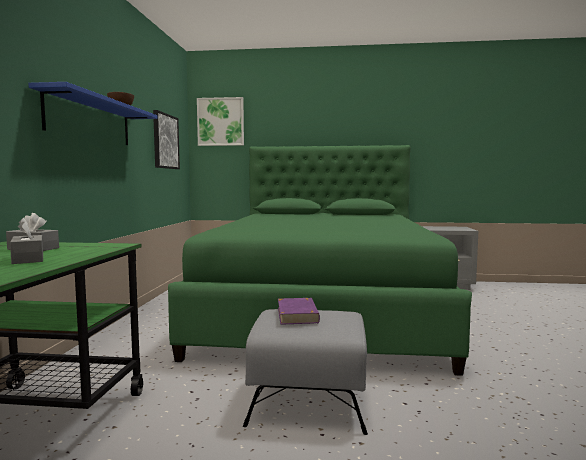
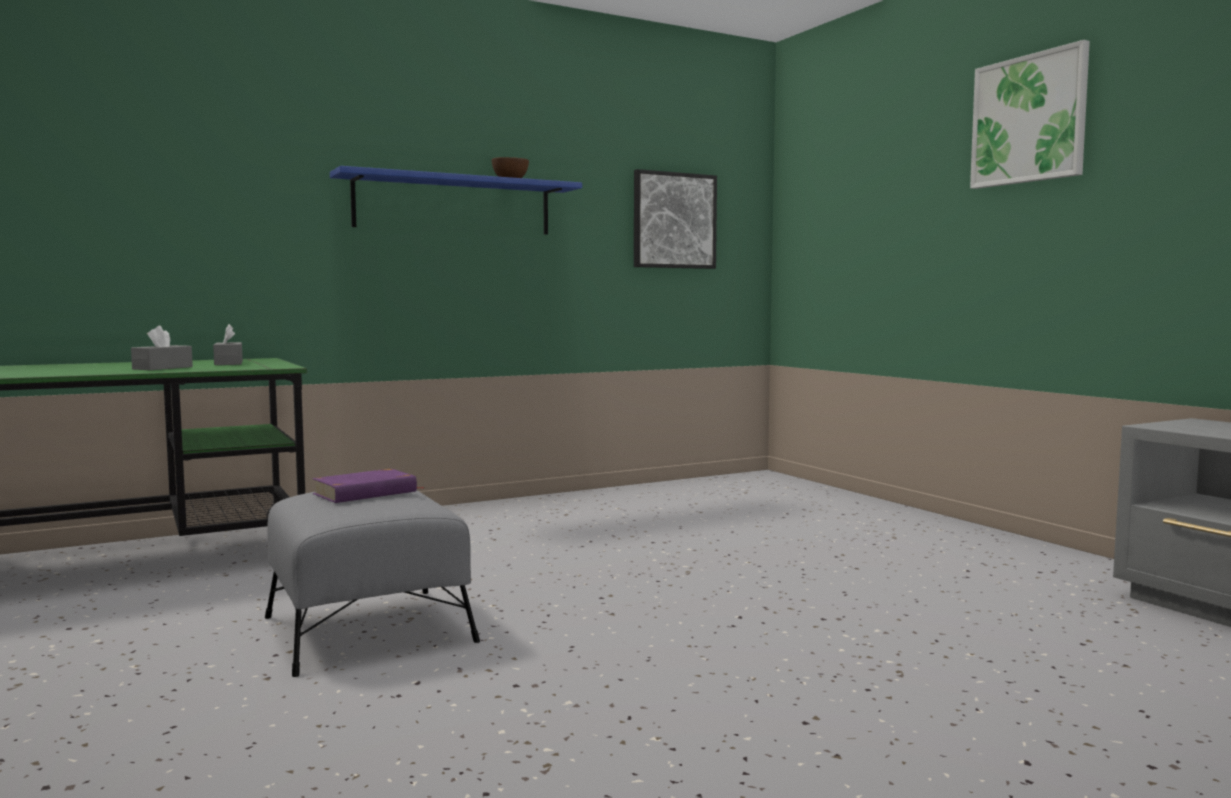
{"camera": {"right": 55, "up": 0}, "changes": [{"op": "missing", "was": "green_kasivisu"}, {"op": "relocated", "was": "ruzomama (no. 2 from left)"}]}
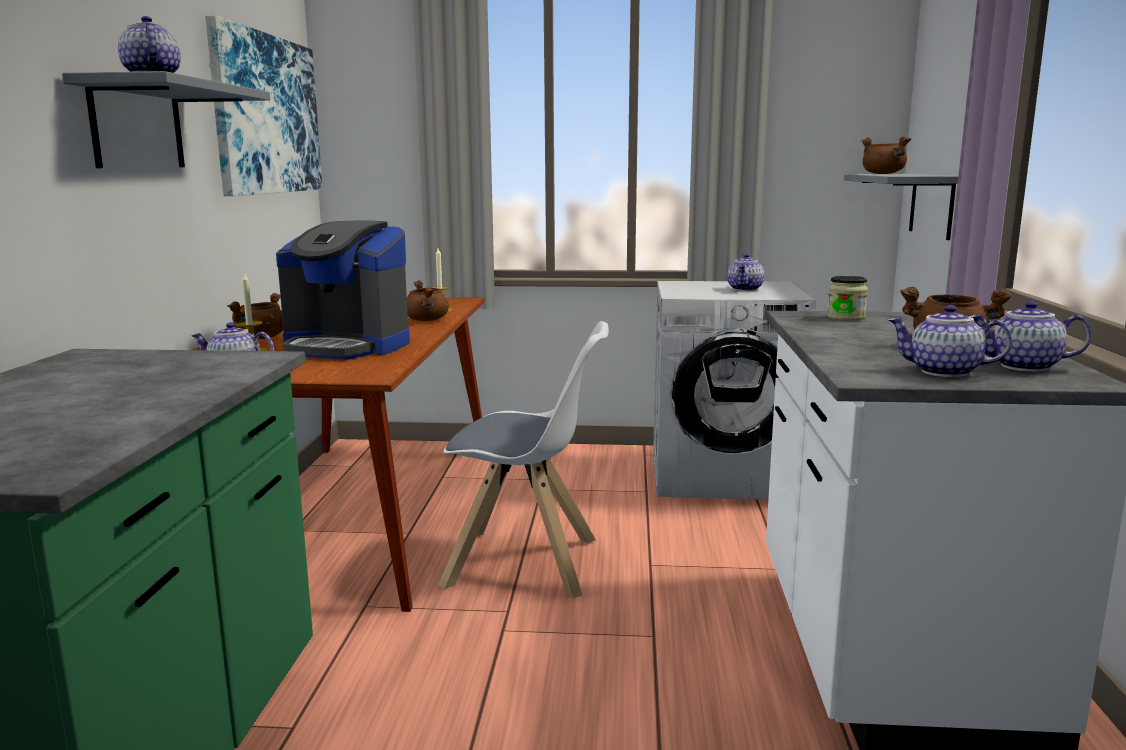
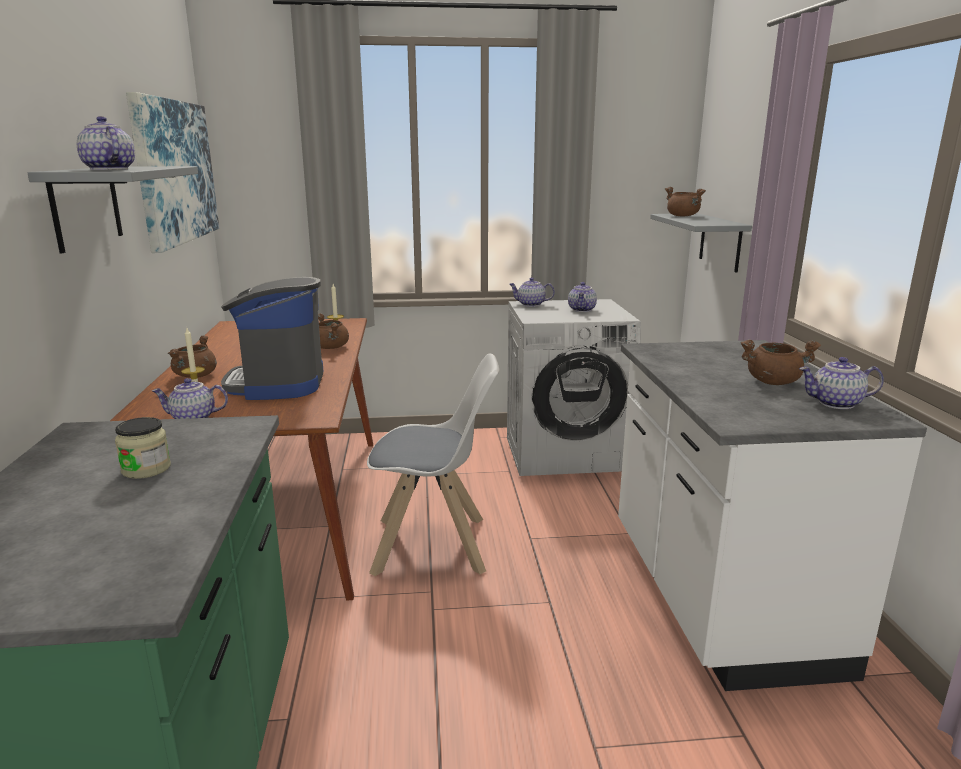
{"camera": {"right": -10, "up": 5}, "changes": [{"op": "spun", "was": "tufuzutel", "clockwise": 75}, {"op": "relocated", "was": "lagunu"}, {"op": "relocated", "was": "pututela (no. 4 from left in the first image)", "now": "pututela (no. 3 from left)"}]}
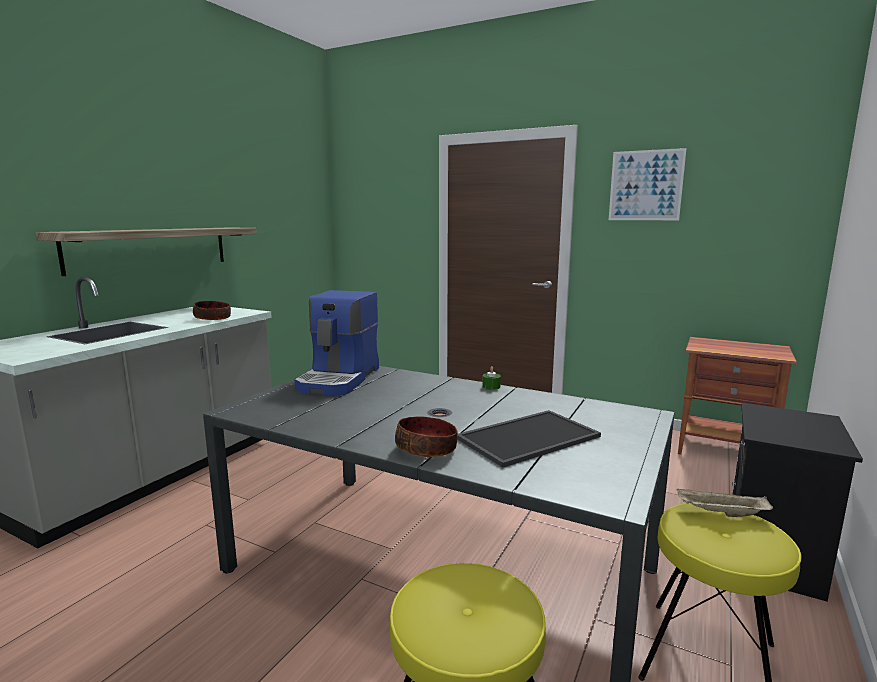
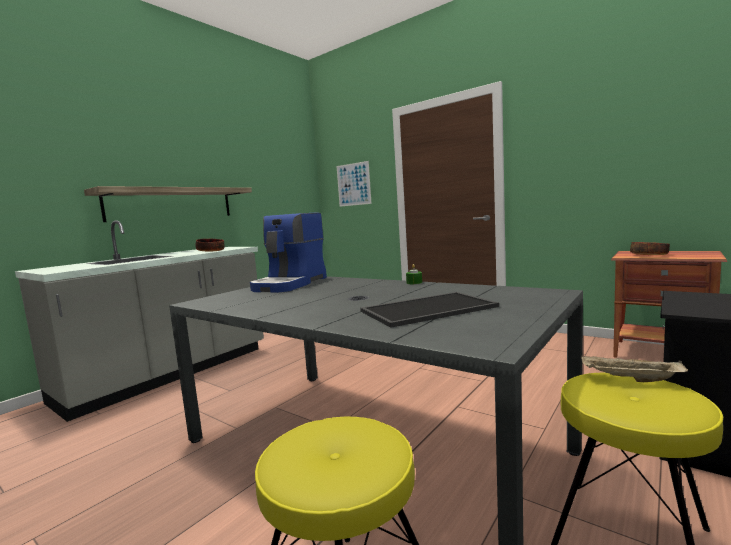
{"camera": {"right": 10, "up": -5}, "changes": [{"op": "relocated", "was": "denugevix (no. 2 from left)"}, {"op": "relocated", "was": "ruzomama"}]}
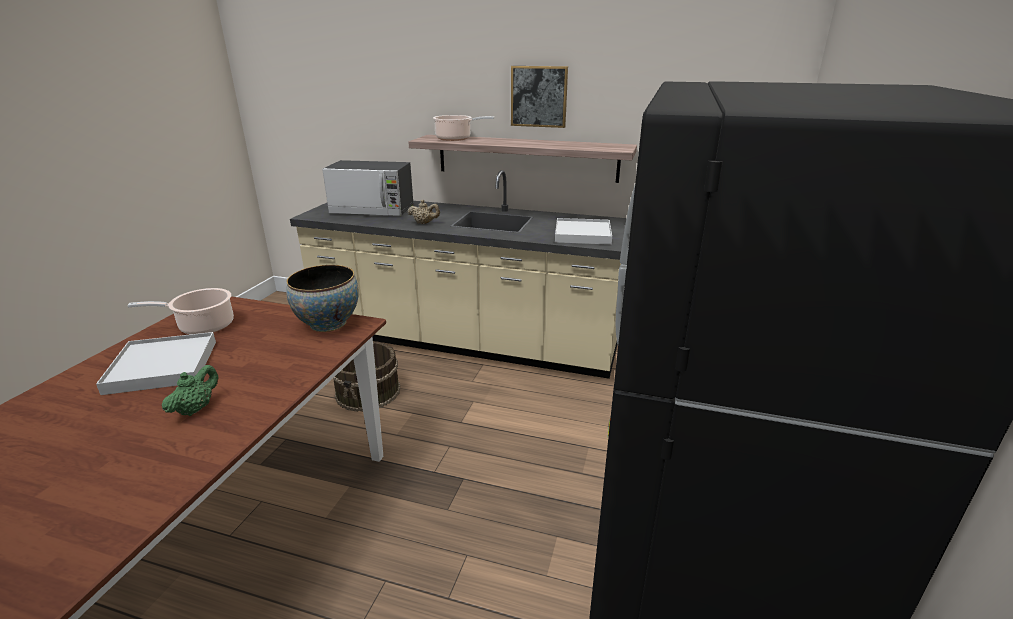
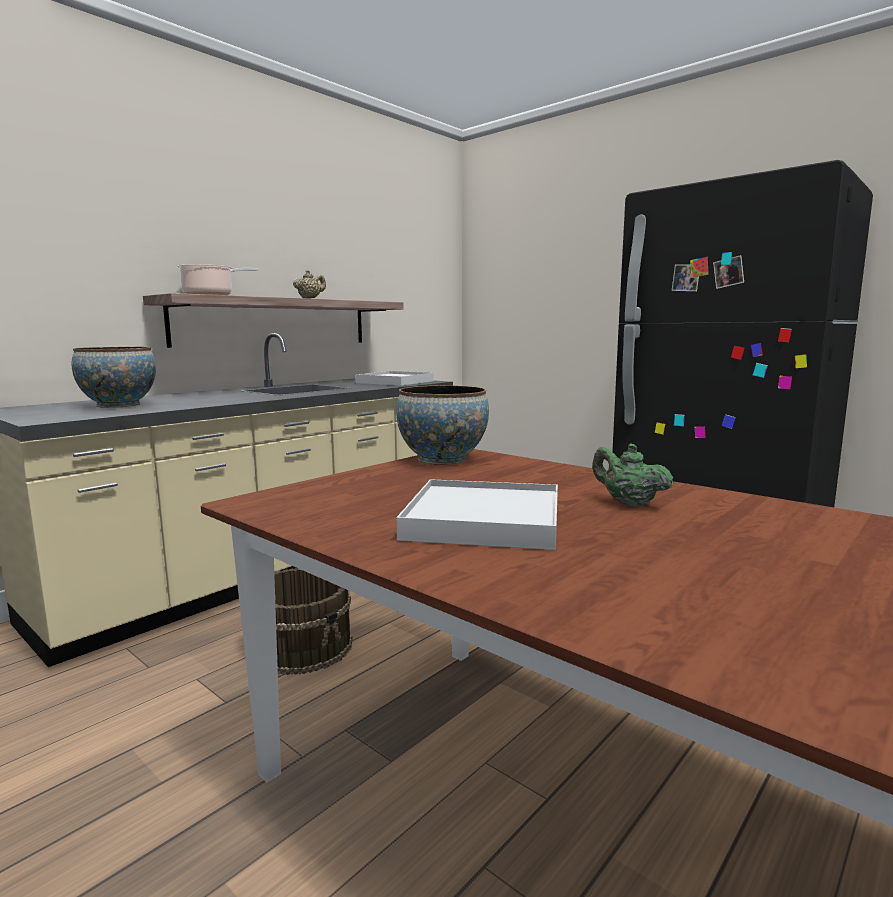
{"camera": {"right": -65, "up": -15}, "changes": [{"op": "missing", "was": "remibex (no. 1 from left)"}, {"op": "exchanged", "was": "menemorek", "now": "denugevix (no. 1 from left)"}, {"op": "relocated", "was": "beige_pututela"}, {"op": "missing", "was": "ruzomama"}]}
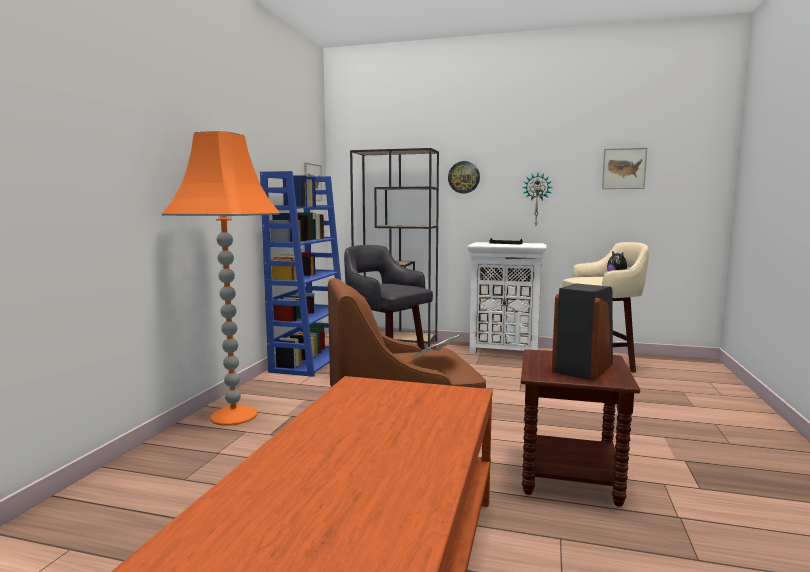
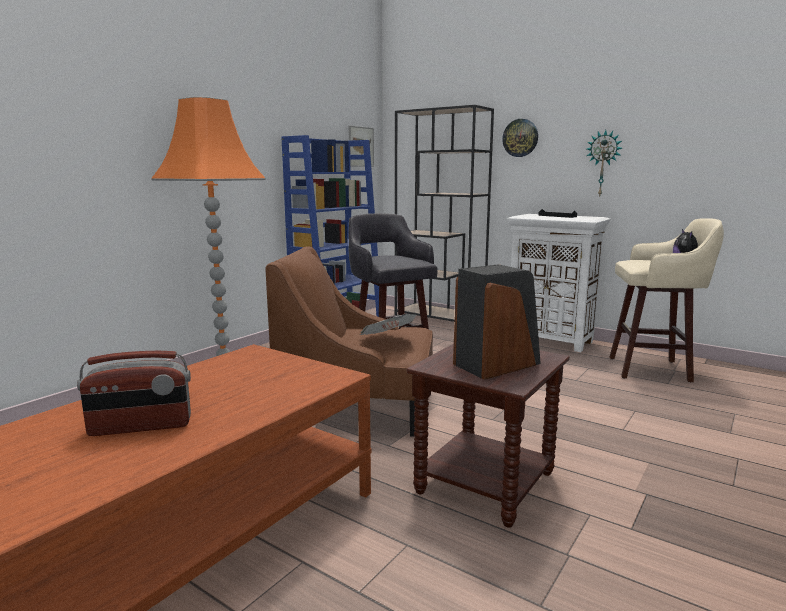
{"camera": {"right": 20, "up": 5}, "changes": [{"op": "missing", "was": "ruzomama (no. 2 from left)"}, {"op": "appeared", "now": "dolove"}]}
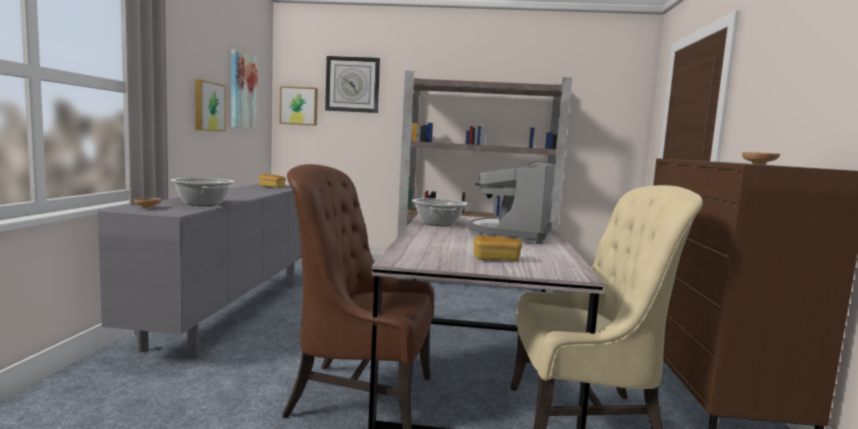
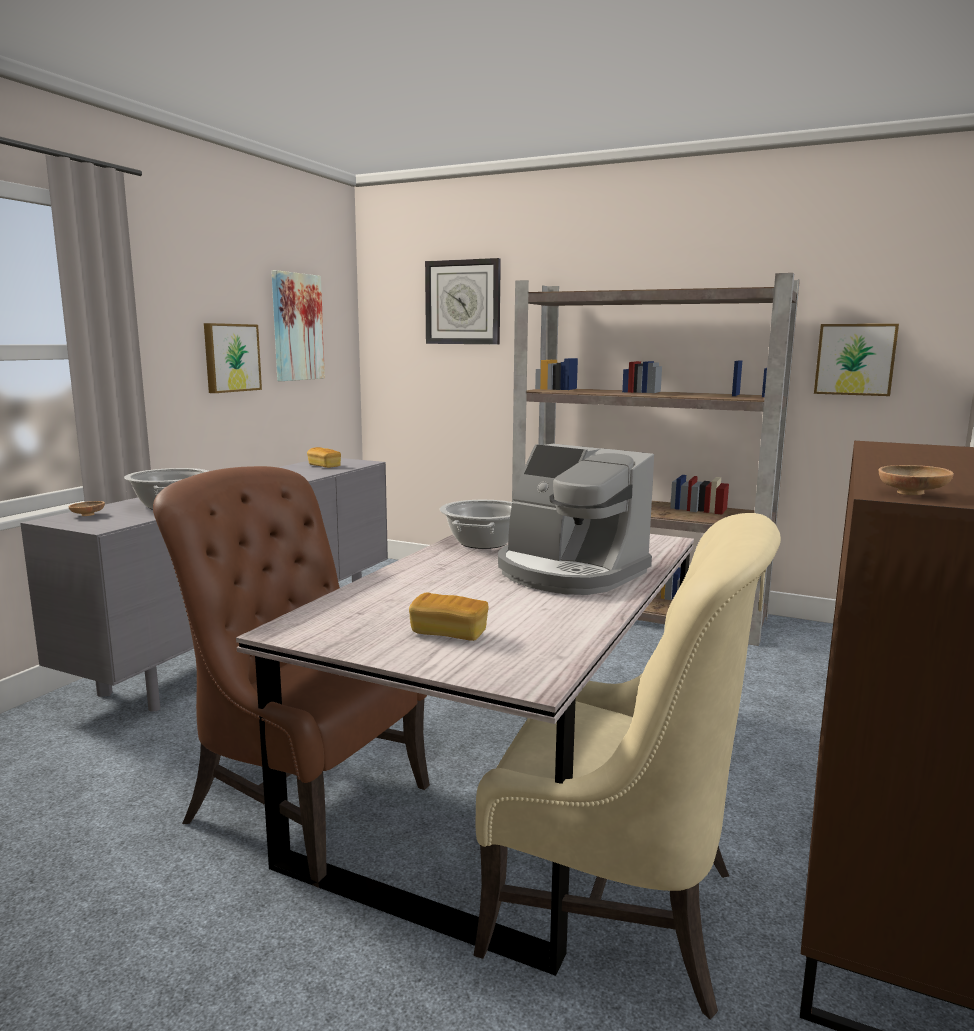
{"camera": {"right": 20, "up": 5}, "changes": [{"op": "relocated", "was": "ruzomama (no. 3 from left)"}, {"op": "spun", "was": "tufuzutel", "clockwise": -90}]}
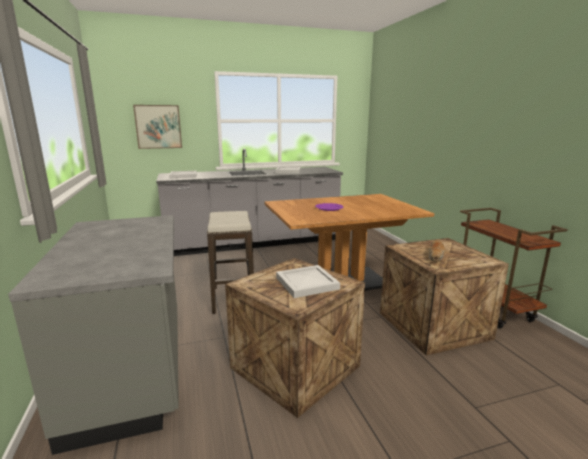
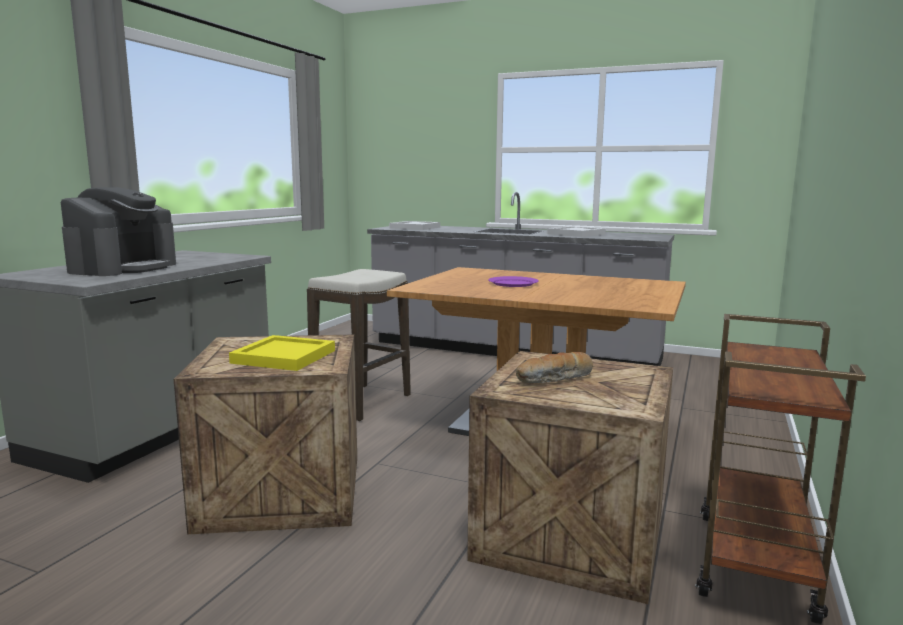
{"camera": {"right": 40, "up": -5}, "changes": [{"op": "missing", "was": "ruzomama"}, {"op": "colour", "was": "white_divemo (no. 3 from left)", "now": "yellow_divemo"}, {"op": "appeared", "now": "tufuzutel"}]}
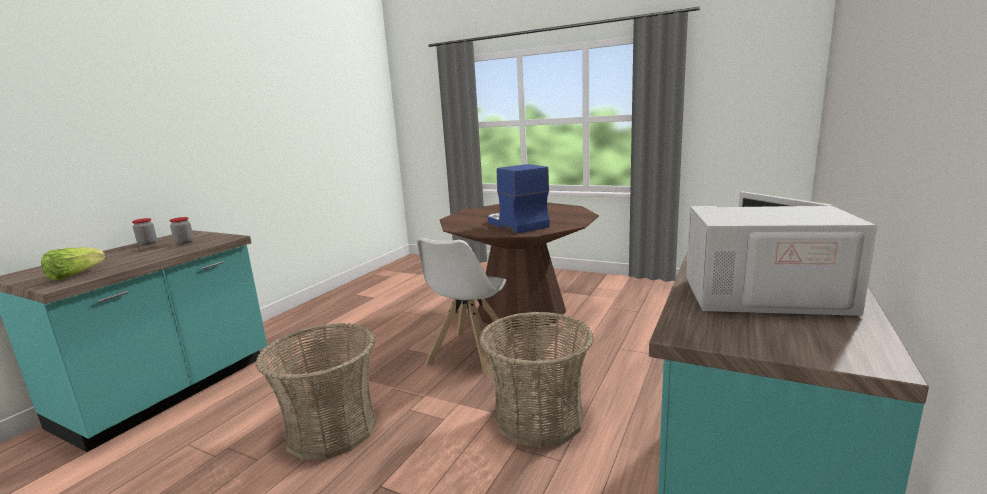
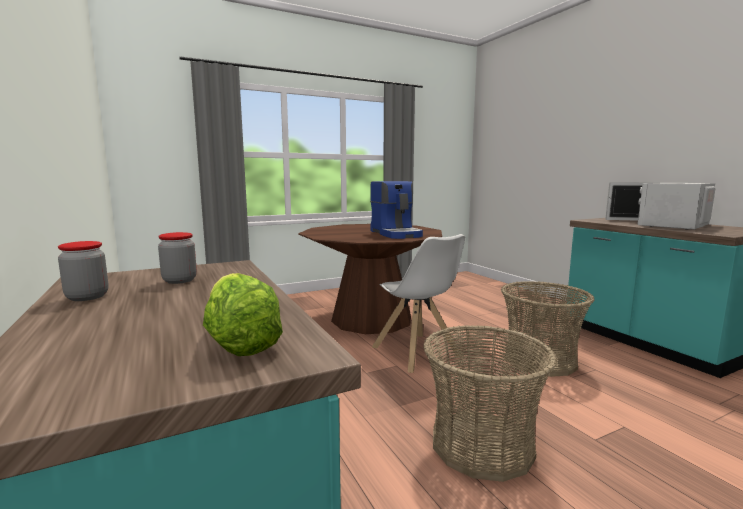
{"camera": {"right": -55, "up": -5}, "changes": [{"op": "spun", "was": "tufuzutel", "clockwise": -120}]}
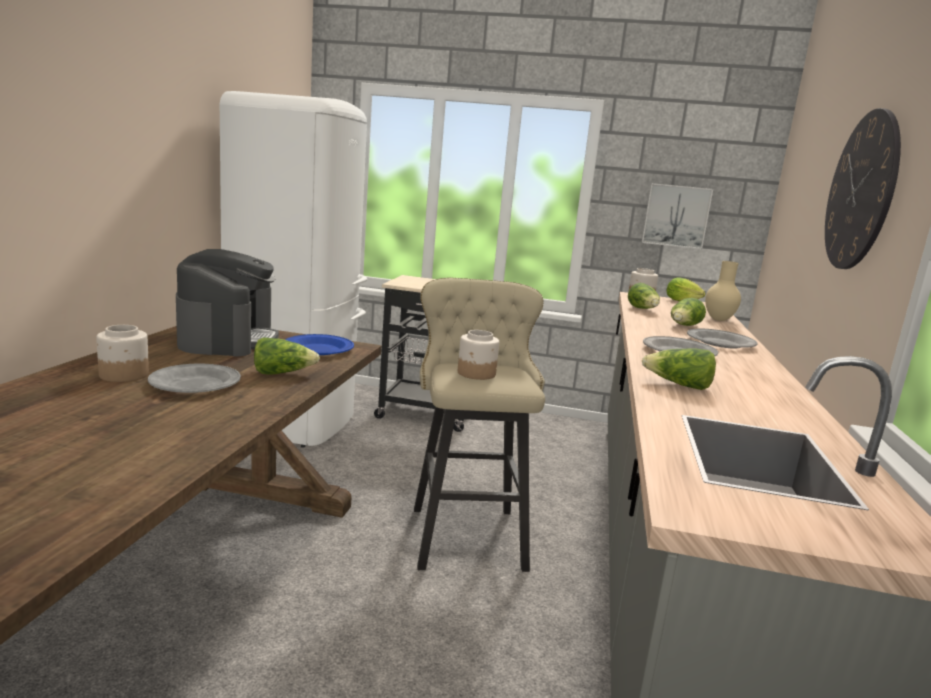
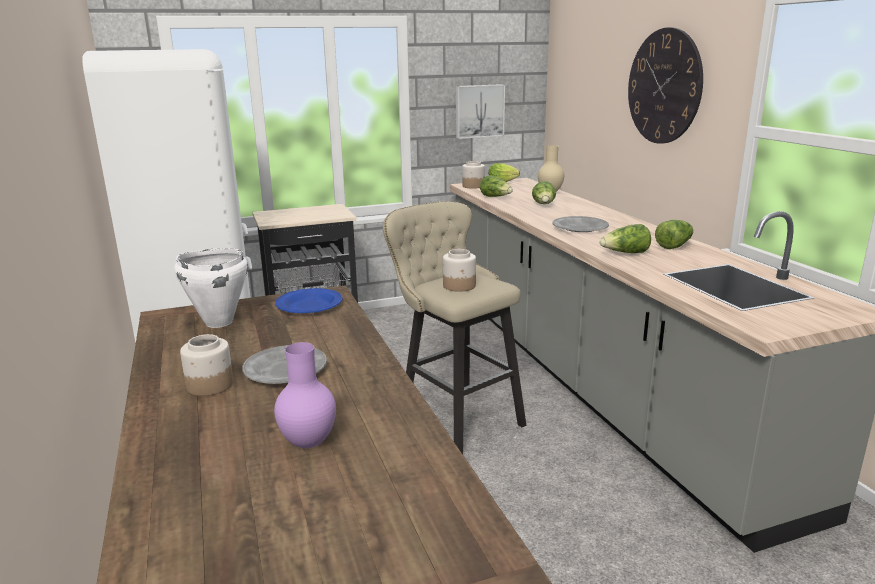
{"camera": {"right": -30, "up": 5}, "changes": [{"op": "exchanged", "was": "tufuzutel", "now": "white_remibex"}, {"op": "relocated", "was": "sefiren (no. 1 from left in the first image)", "now": "sefiren (no. 5 from left)"}, {"op": "missing", "was": "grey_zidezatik (no. 3 from left)"}, {"op": "appeared", "now": "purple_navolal"}]}
